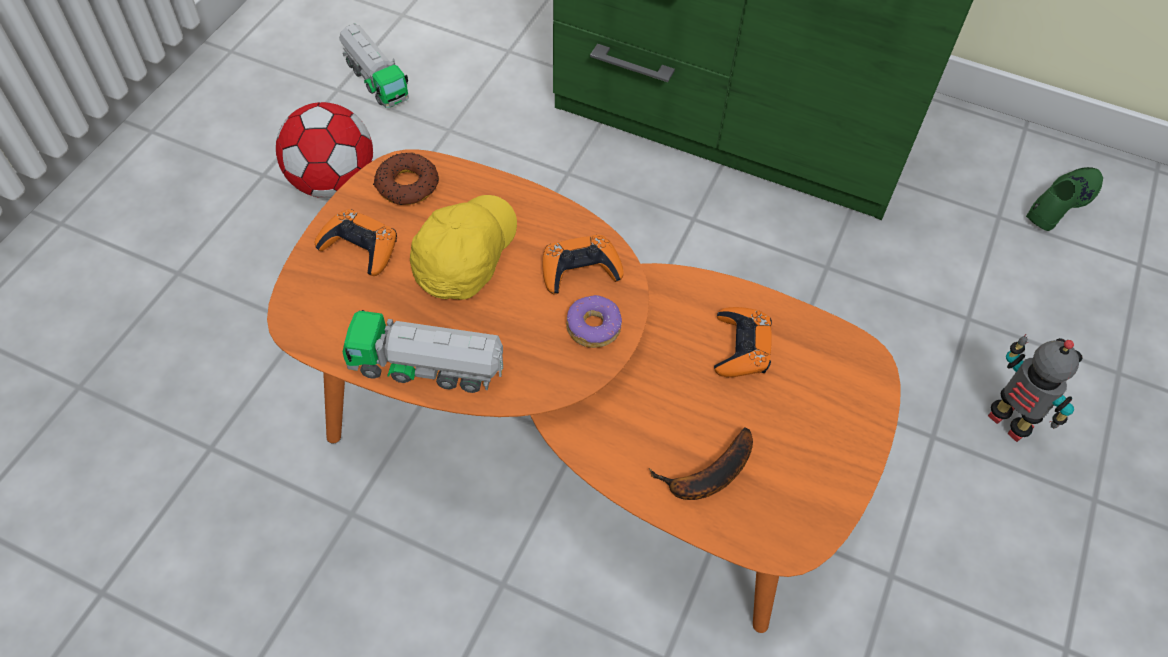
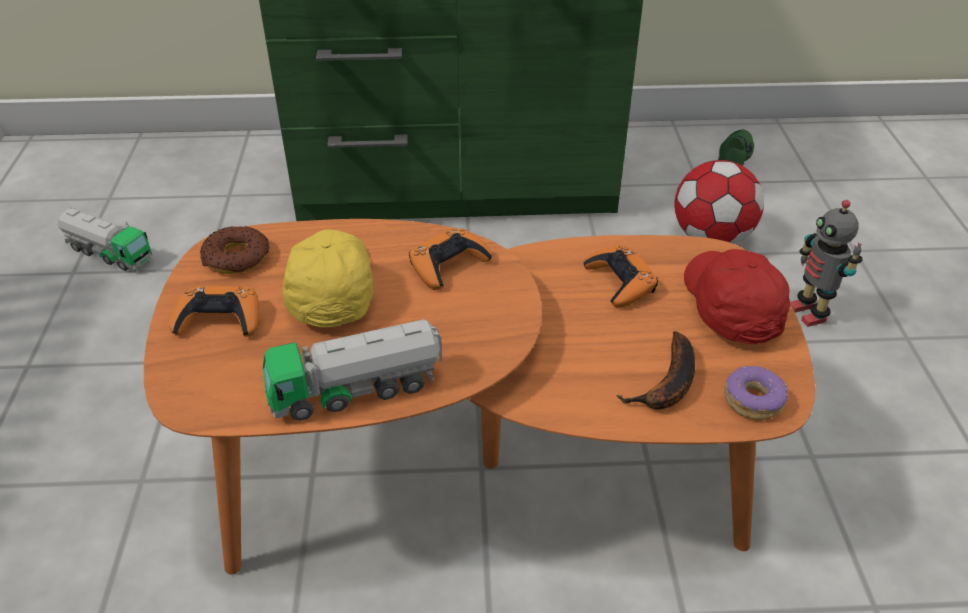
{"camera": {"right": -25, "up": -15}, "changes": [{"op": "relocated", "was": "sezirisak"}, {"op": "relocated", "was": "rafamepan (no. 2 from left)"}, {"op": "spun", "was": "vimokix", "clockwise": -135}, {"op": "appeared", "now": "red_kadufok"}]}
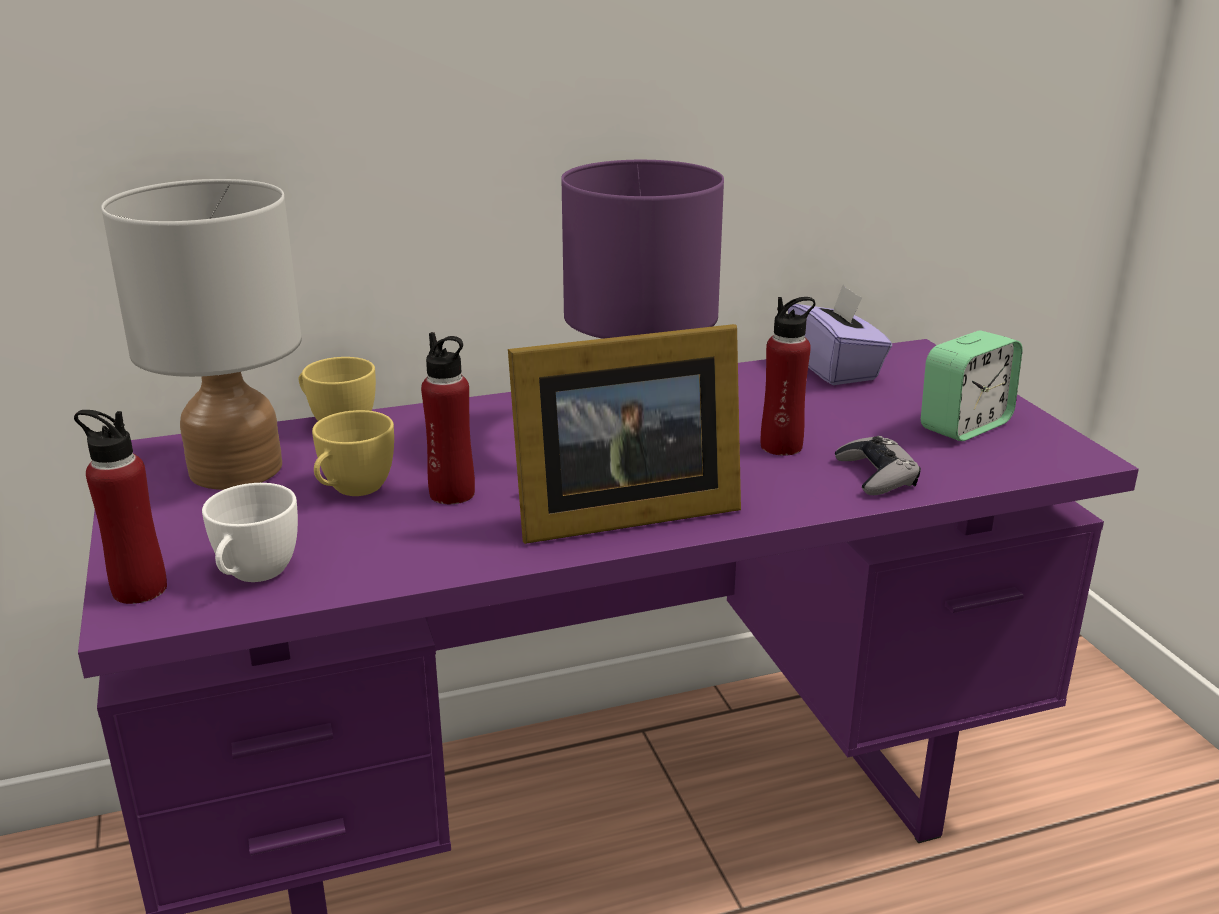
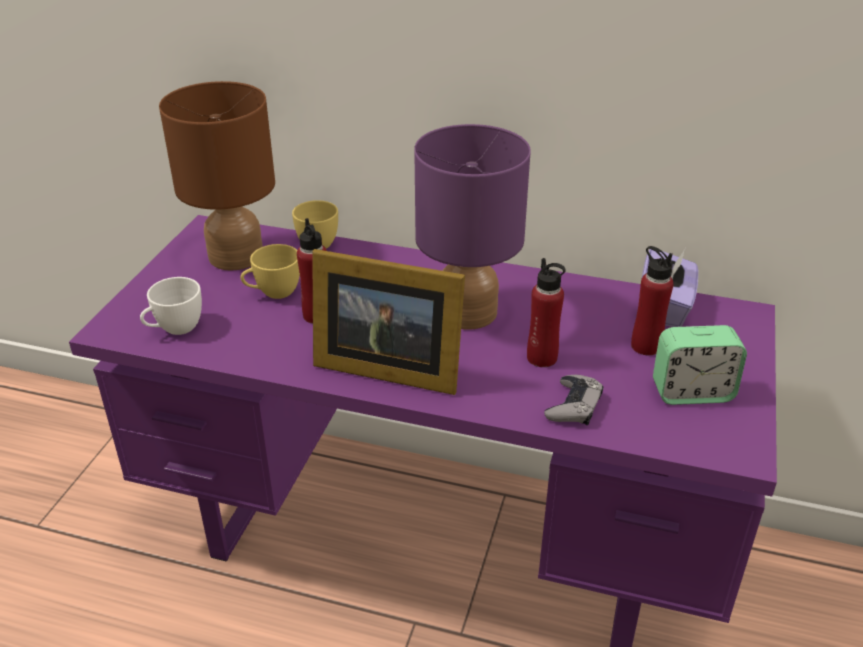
{"camera": {"right": 35, "up": 10}, "changes": [{"op": "relocated", "was": "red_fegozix (no. 1 from left in the first image)", "now": "red_fegozix (no. 3 from left)"}, {"op": "colour", "was": "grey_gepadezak", "now": "brown_gepadezak"}]}
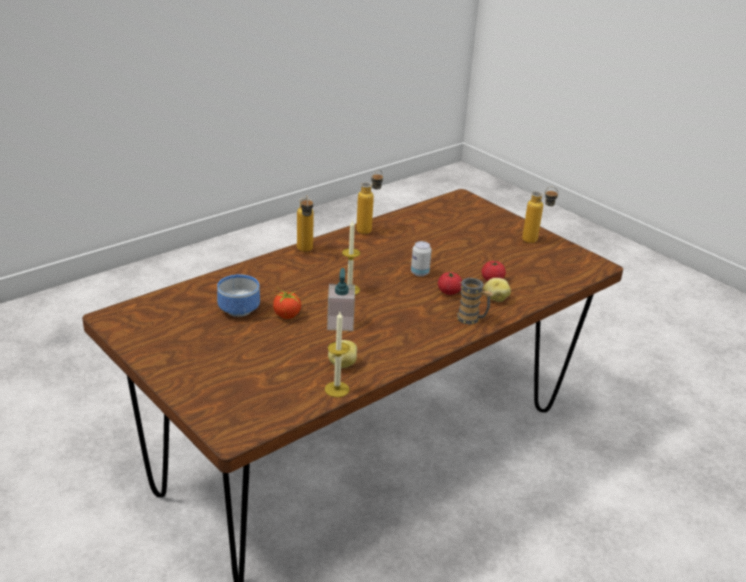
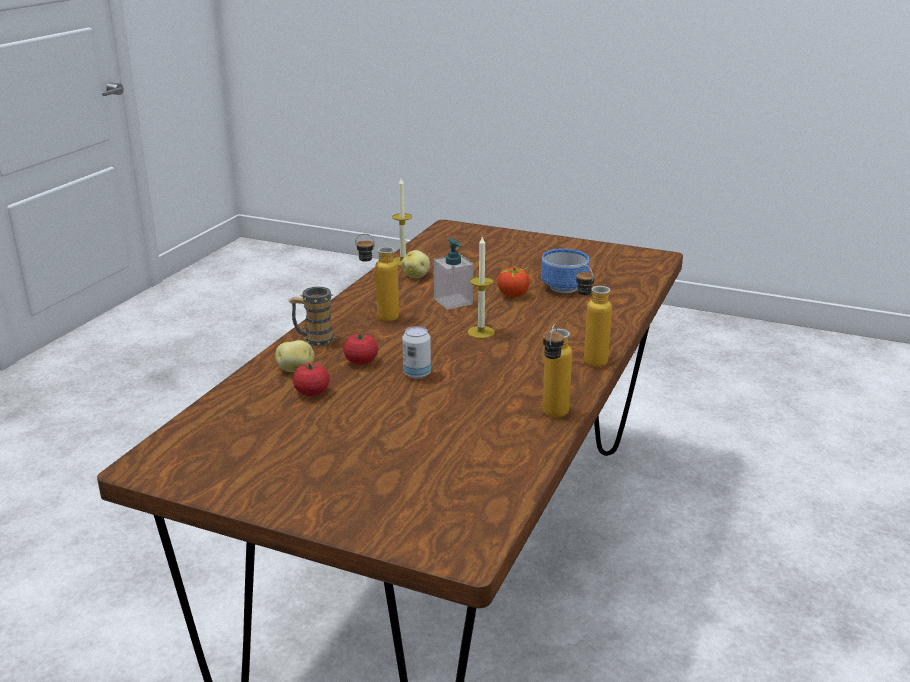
{"camera": {"right": 155, "up": -5}, "changes": [{"op": "relocated", "was": "fegozix (no. 3 from left in the first image)", "now": "fegozix (no. 1 from left)"}]}
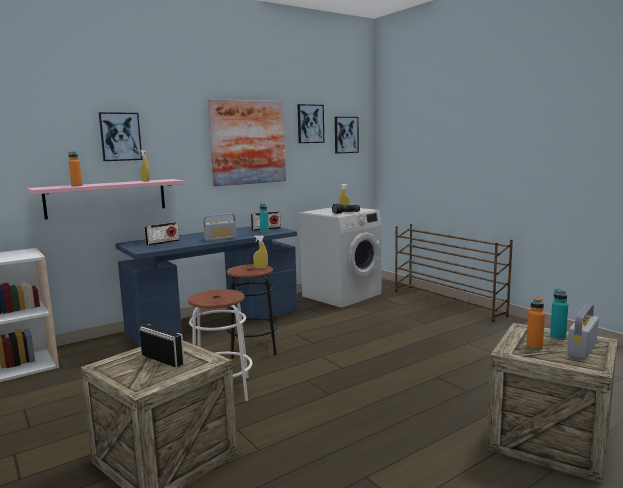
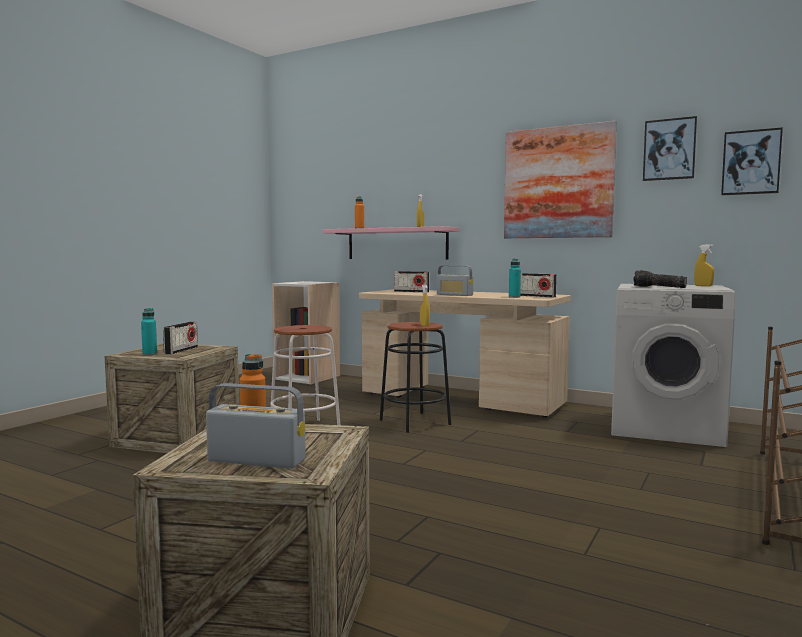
{"camera": {"right": 65, "up": -5}, "changes": [{"op": "missing", "was": "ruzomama (no. 1 from left)"}, {"op": "colour", "was": "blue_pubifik", "now": "beige_pubifik"}, {"op": "relocated", "was": "turquoise_fegozix (no. 2 from left in the first image)", "now": "turquoise_fegozix (no. 1 from left)"}]}
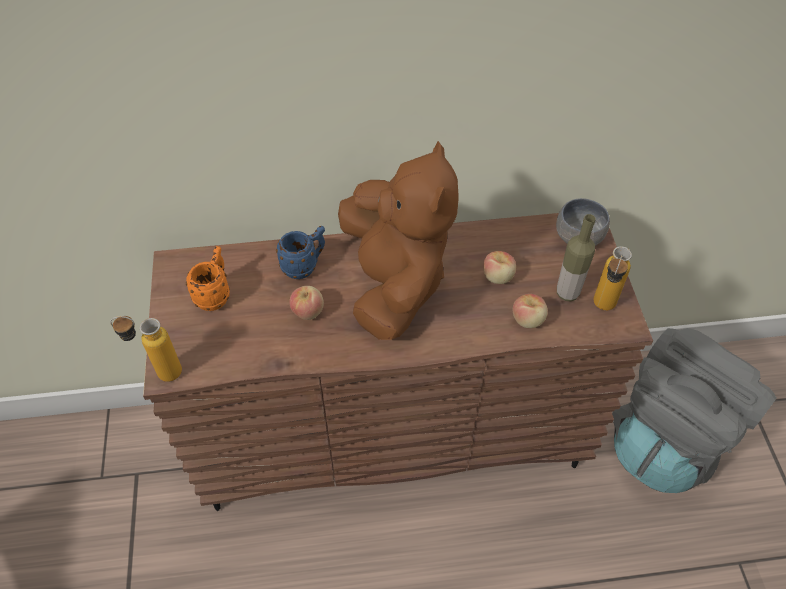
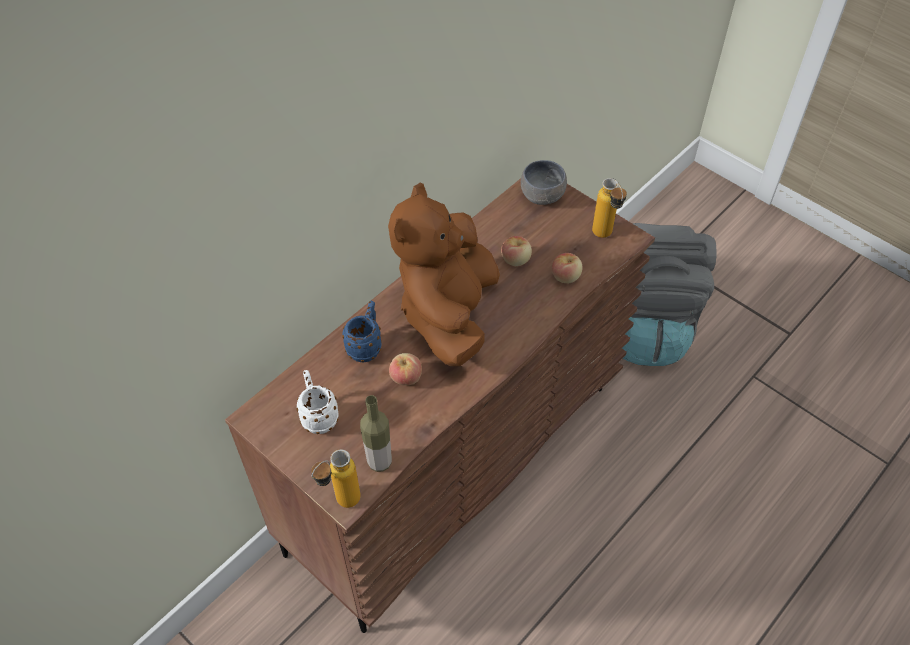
{"camera": {"right": -40, "up": 0}, "changes": [{"op": "colour", "was": "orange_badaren", "now": "white_badaren"}, {"op": "spun", "was": "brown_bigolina", "clockwise": -120}, {"op": "relocated", "was": "fegozix (no. 2 from left)"}]}
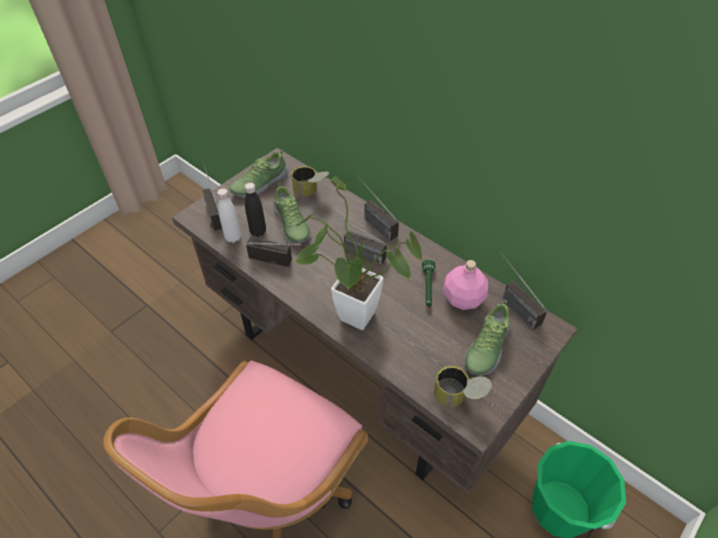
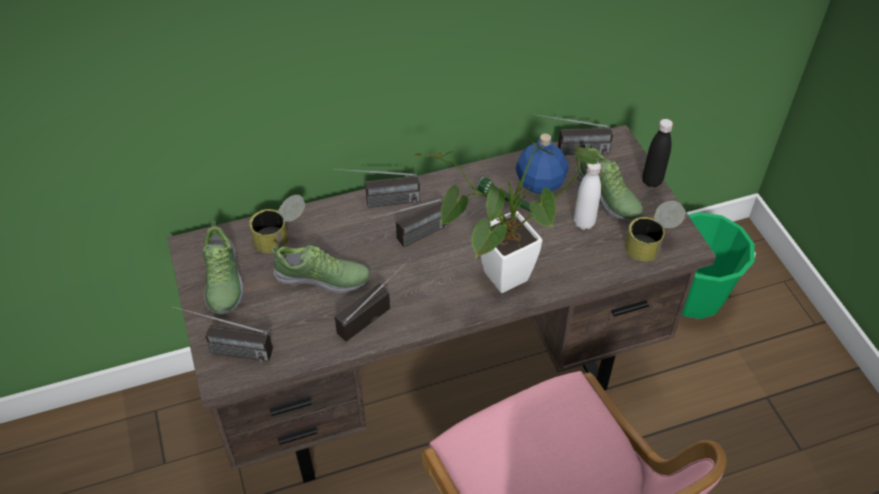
{"camera": {"right": -60, "up": 0}, "changes": [{"op": "relocated", "was": "white_fegozix"}, {"op": "relocated", "was": "black_fegozix"}, {"op": "colour", "was": "pink_fegozix", "now": "blue_fegozix"}]}
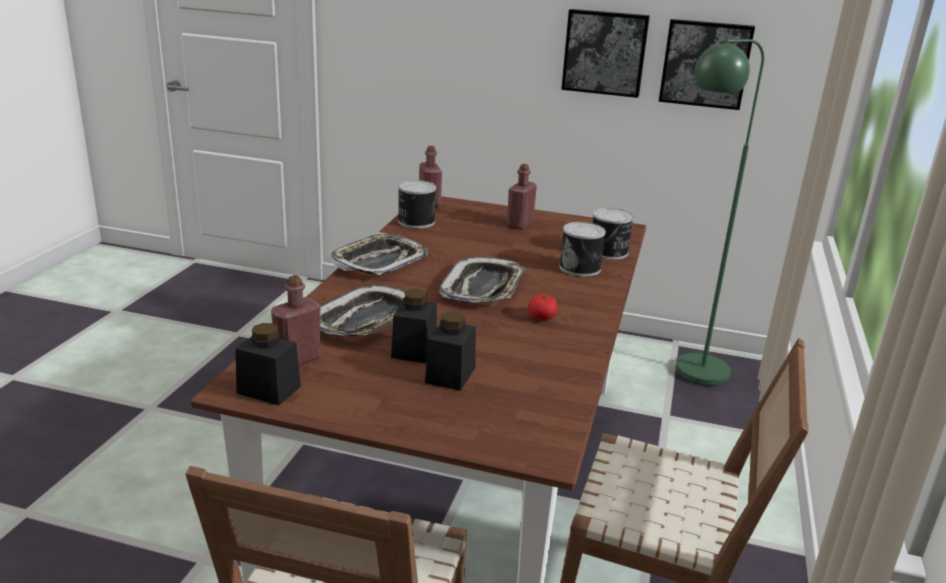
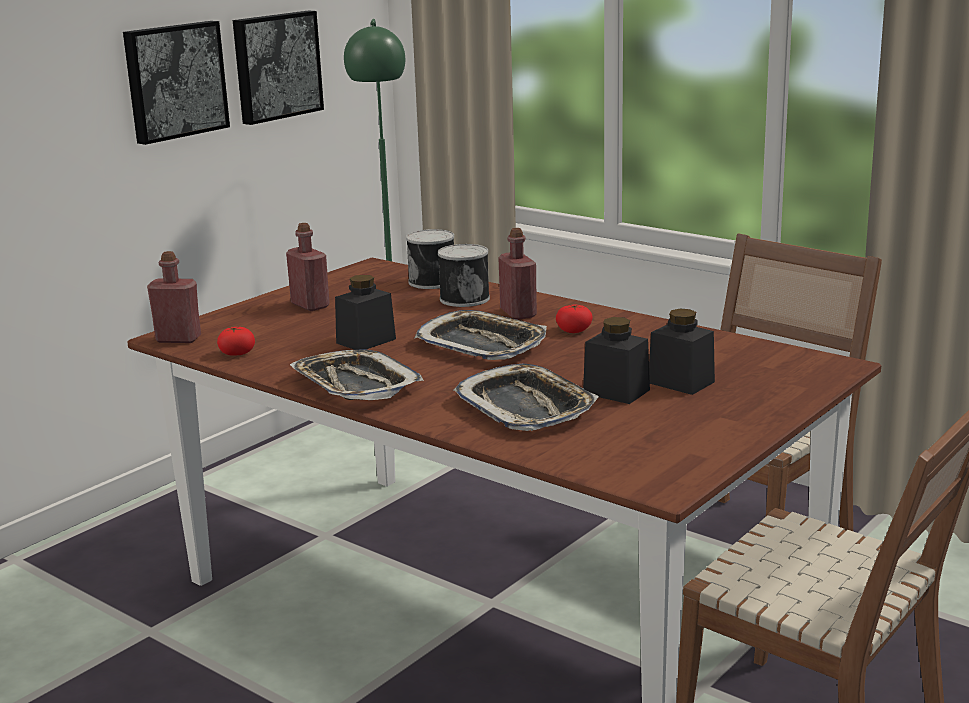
{"camera": {"right": -65, "up": -5}, "changes": [{"op": "relocated", "was": "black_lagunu (no. 1 from left)"}, {"op": "relocated", "was": "red_fegozix (no. 1 from left in the first image)", "now": "red_fegozix (no. 3 from left)"}, {"op": "exchanged", "was": "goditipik (no. 1 from left)", "now": "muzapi (no. 1 from left)"}]}
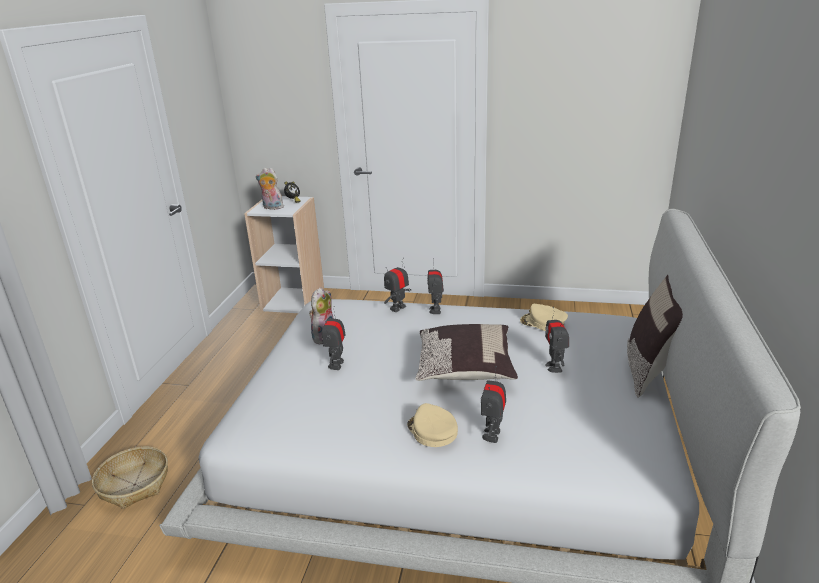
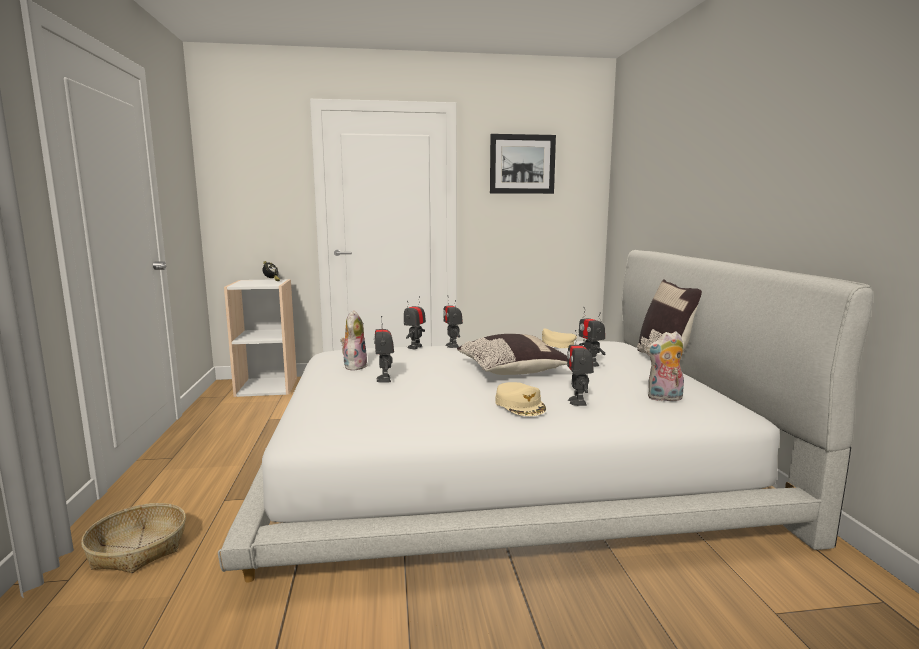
{"camera": {"right": -20, "up": -15}, "changes": [{"op": "relocated", "was": "bigolina (no. 1 from left in the first image)", "now": "bigolina (no. 2 from left)"}, {"op": "spun", "was": "beige_kadufok (no. 1 from left)", "clockwise": -150}, {"op": "appeared", "now": "ruzomama"}]}
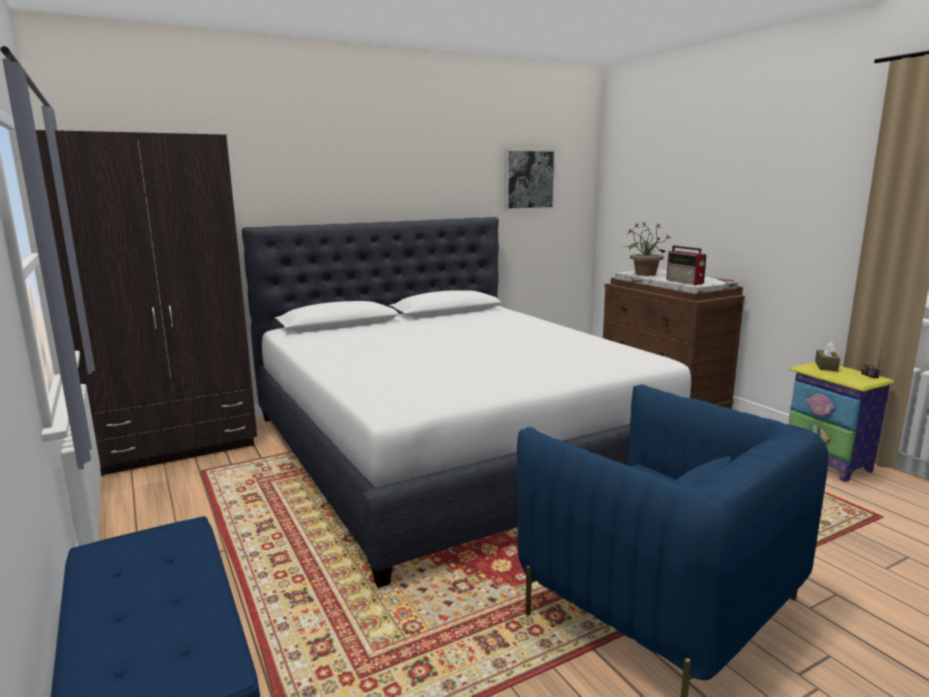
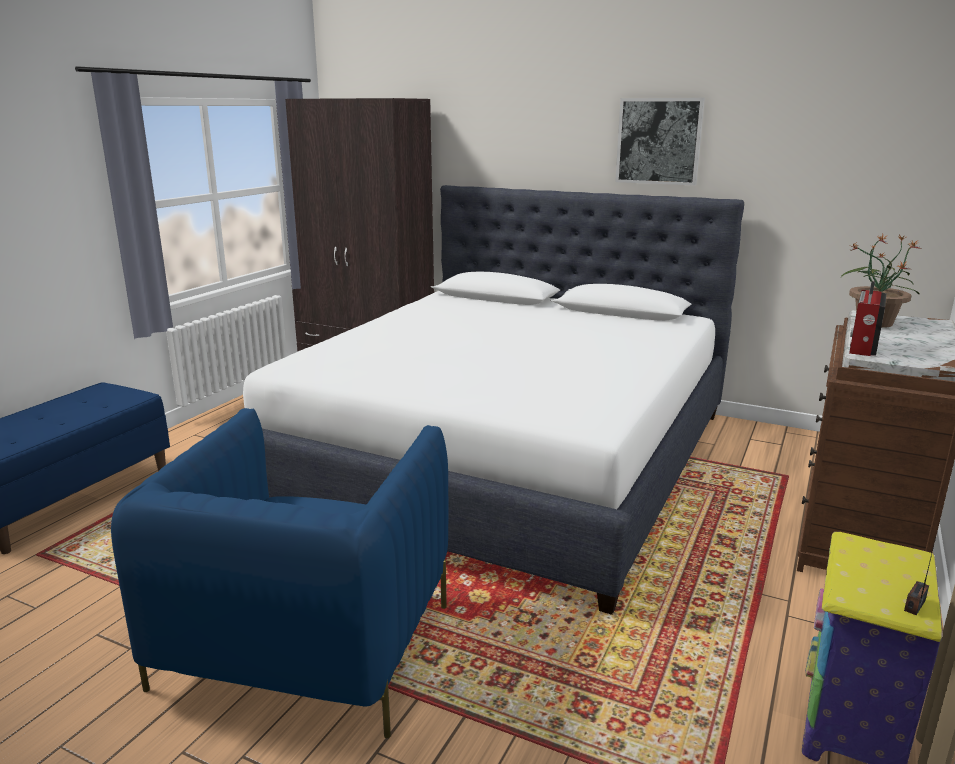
{"camera": {"right": 55, "up": 5}, "changes": [{"op": "relocated", "was": "ruzomama"}, {"op": "missing", "was": "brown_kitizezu"}]}
